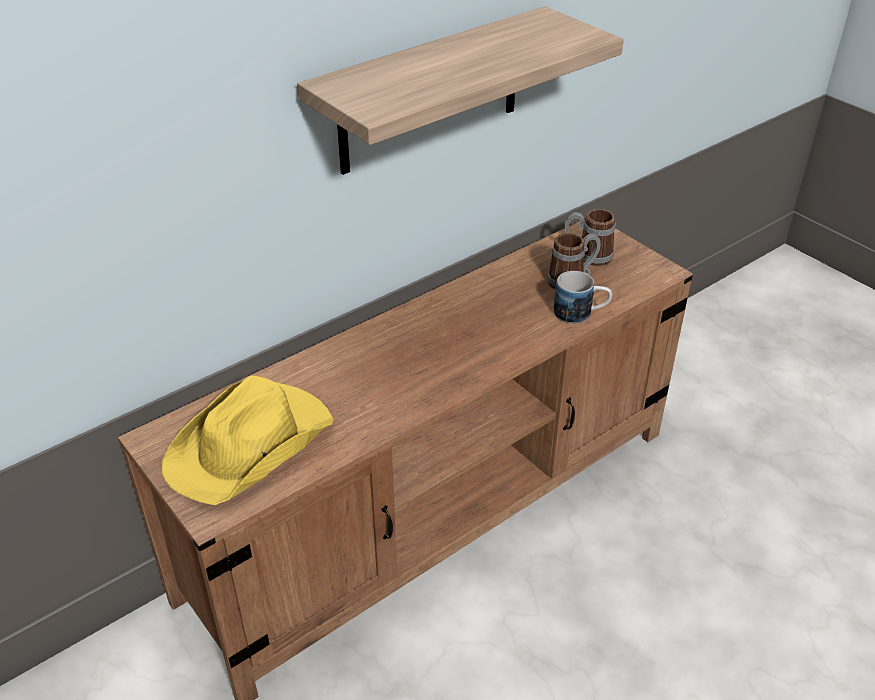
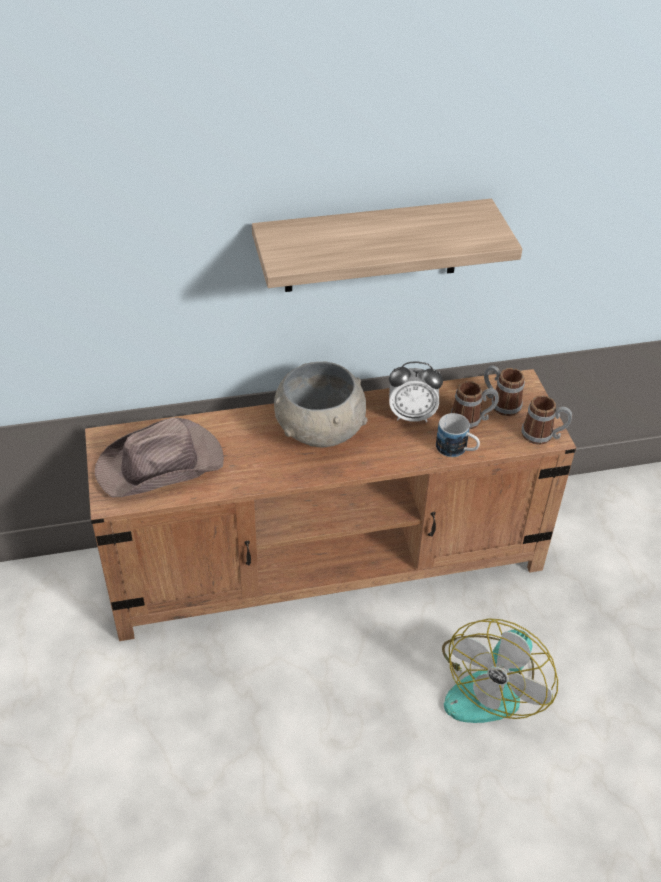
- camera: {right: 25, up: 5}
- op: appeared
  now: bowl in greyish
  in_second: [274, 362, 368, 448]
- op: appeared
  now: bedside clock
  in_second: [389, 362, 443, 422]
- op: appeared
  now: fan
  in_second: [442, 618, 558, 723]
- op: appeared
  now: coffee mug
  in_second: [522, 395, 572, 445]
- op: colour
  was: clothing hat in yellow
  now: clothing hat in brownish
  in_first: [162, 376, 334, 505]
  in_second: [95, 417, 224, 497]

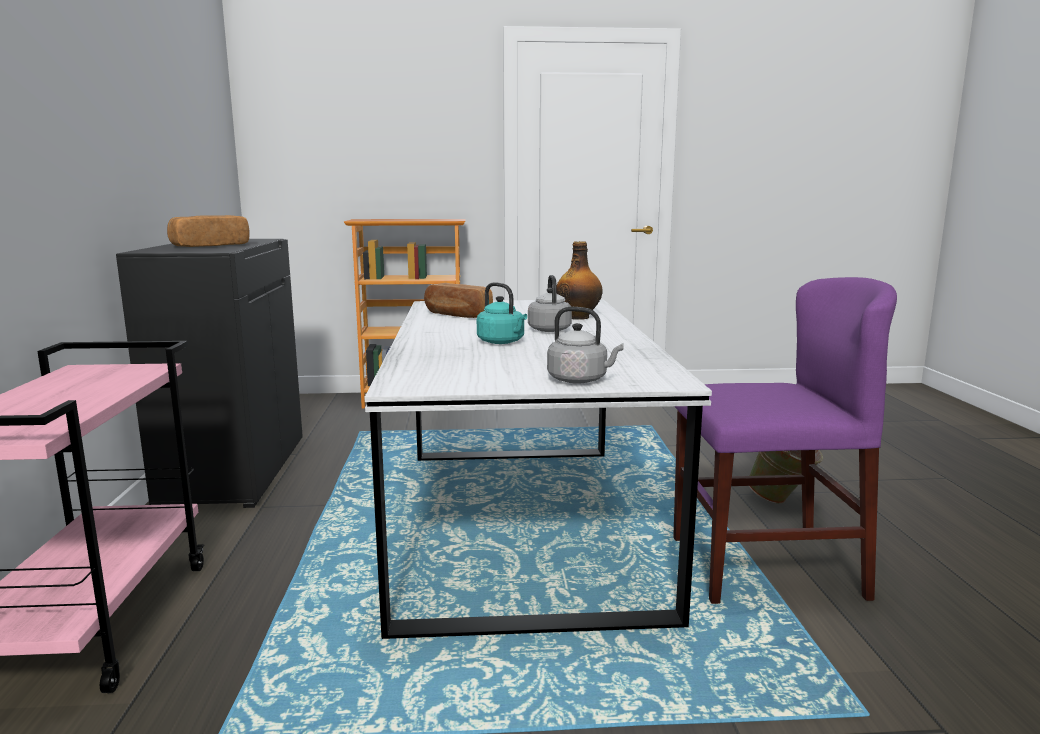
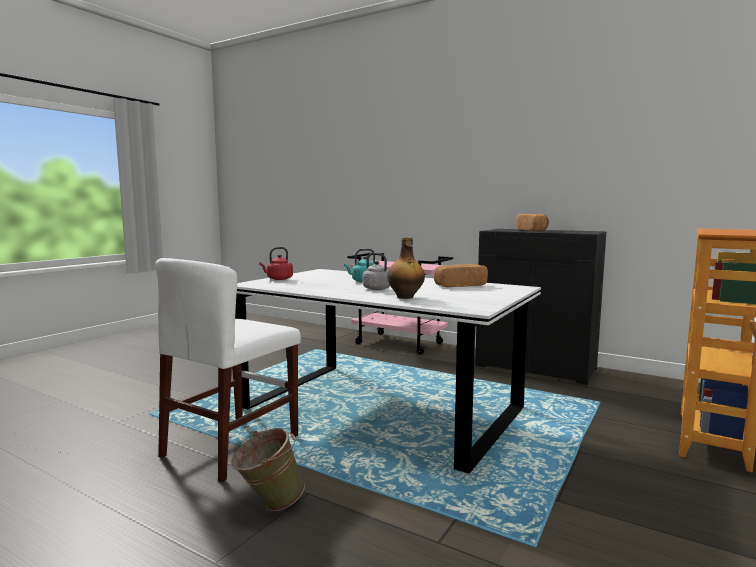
- camera: {right: 125, up: -5}
- op: colour
  was: tea kettle in greyish
  now: tea kettle in reddish
  in_first: [547, 307, 624, 384]
  in_second: [259, 247, 293, 280]
- op: colour
  was: upright chair in purple-coloured
  now: upright chair in white-coloured
  in_first: [673, 277, 897, 604]
  in_second: [155, 258, 301, 482]

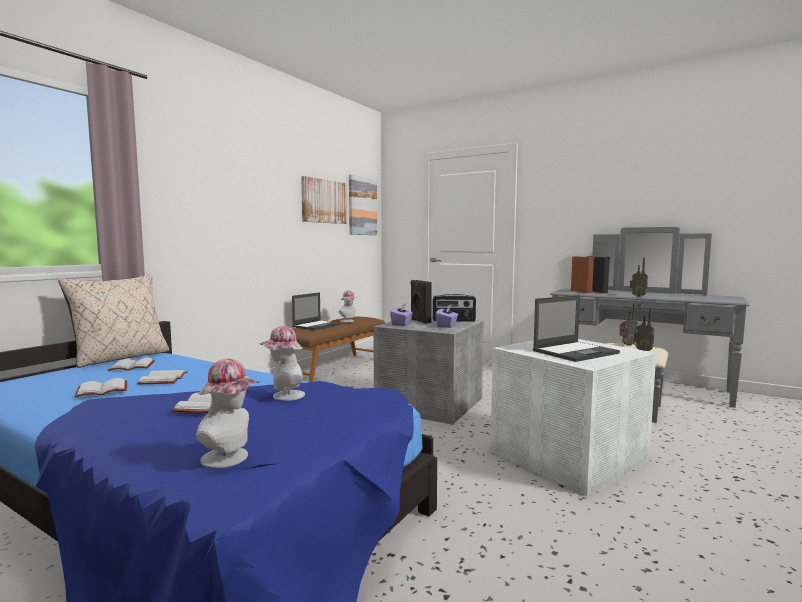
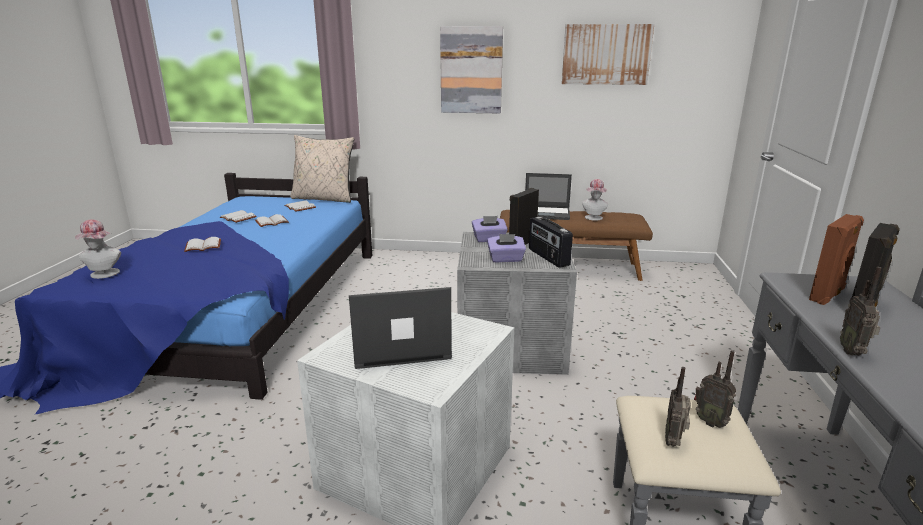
- camera: {right: 65, up: 15}
- op: missing
  was: clothing hat
  in_first: [260, 326, 305, 401]
- op: relocated
  was: wall art
  in_first: [349, 174, 377, 235]
  in_second: [440, 26, 503, 113]
- op: spun
  was: laptop
  in_first: [533, 295, 620, 362]
  in_second: [349, 287, 452, 369]
  clockwise: 135

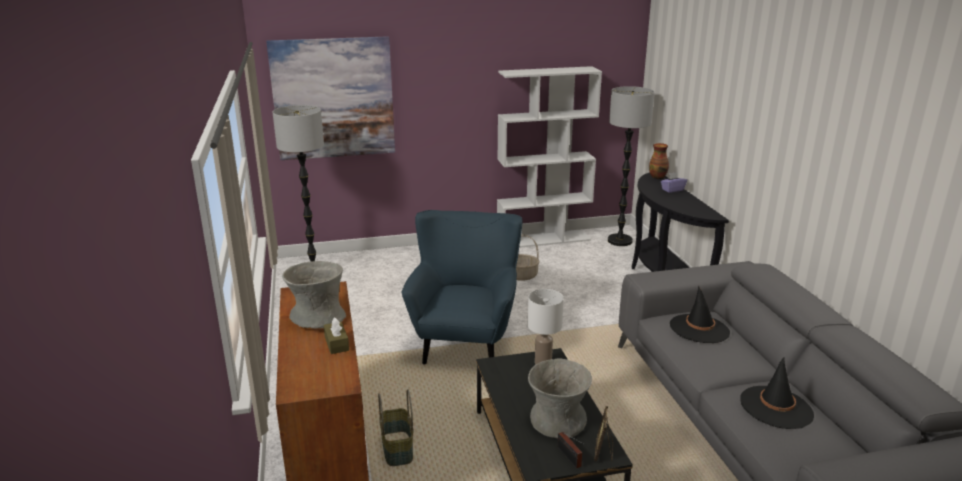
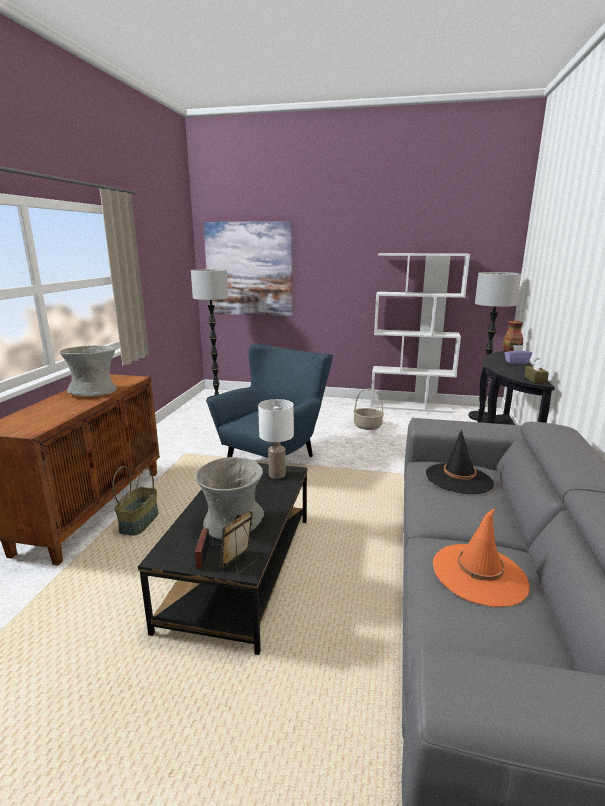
- camera: {right: 25, up: -5}
- op: relocated
  was: tissue box in brownish
  in_first: [324, 318, 349, 354]
  in_second: [524, 359, 549, 383]
- op: colour
  was: clothing hat in black-coloured
  now: clothing hat in orangey
  in_first: [740, 358, 814, 429]
  in_second: [433, 508, 530, 607]

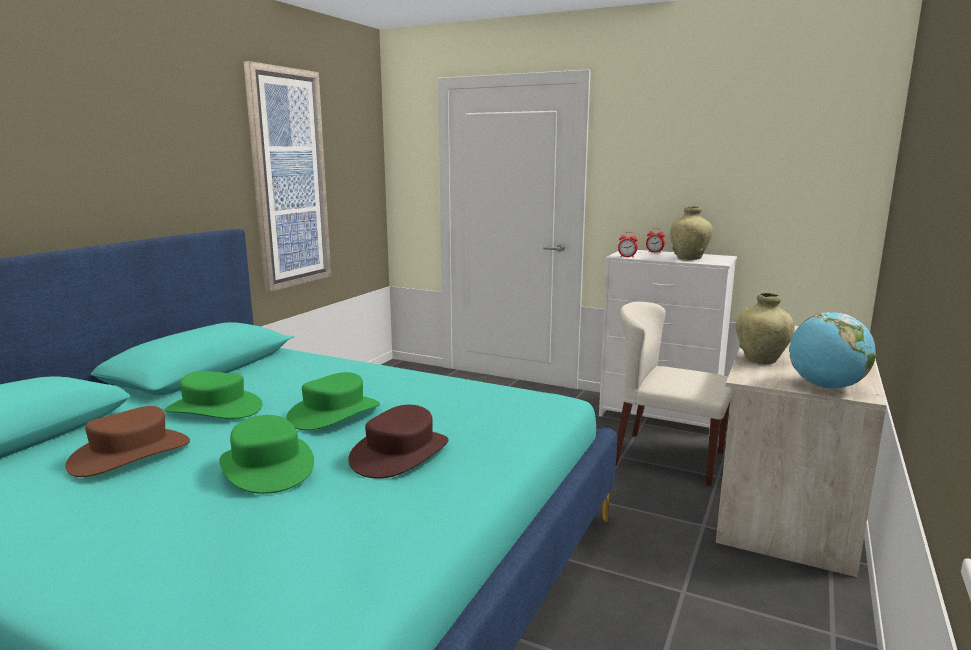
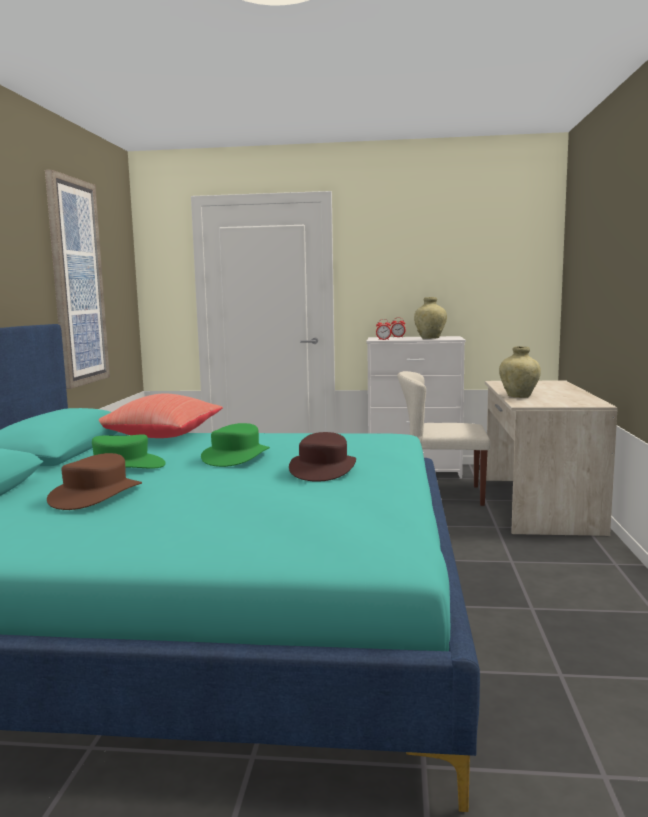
- camera: {right: -20, up: -5}
- op: missing
  was: clothing hat in greenish
  in_first: [219, 415, 314, 494]
- op: missing
  was: desk globe
  in_first: [789, 312, 876, 389]
- op: appeared
  now: pillow in reddish
  in_second: [99, 393, 223, 438]

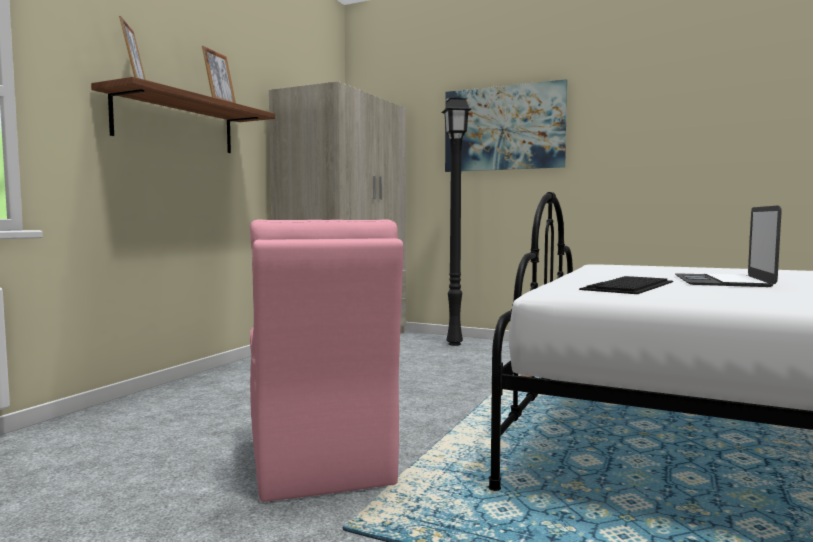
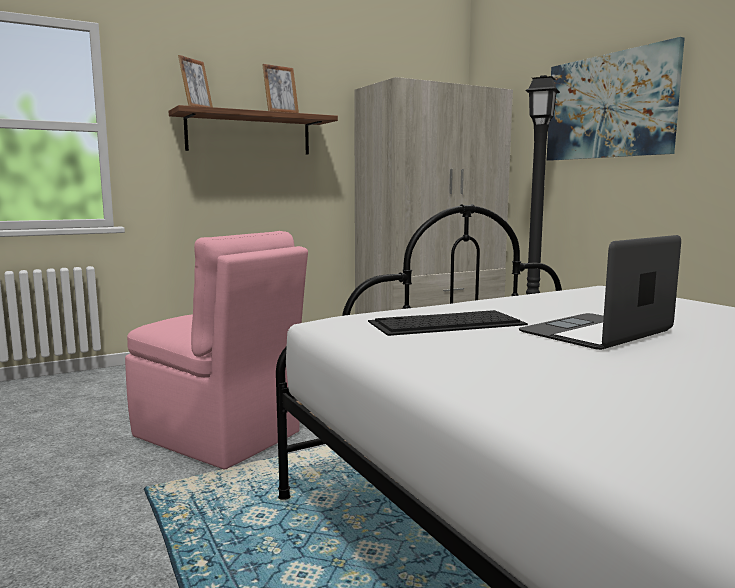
- camera: {right: 35, up: 5}
- op: spun
  was: upright chair in pink
  in_first: [250, 219, 403, 502]
  in_second: [125, 231, 308, 469]
  clockwise: -75

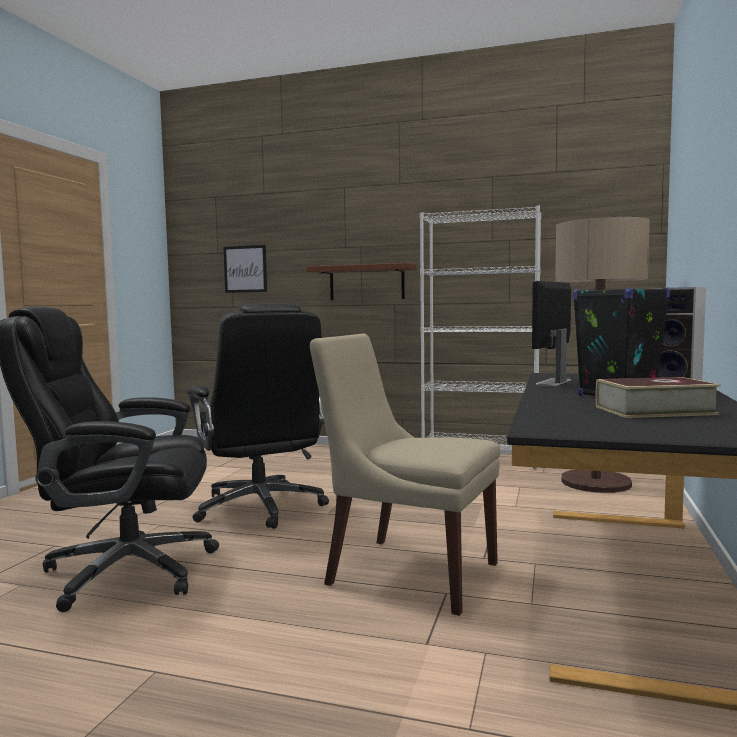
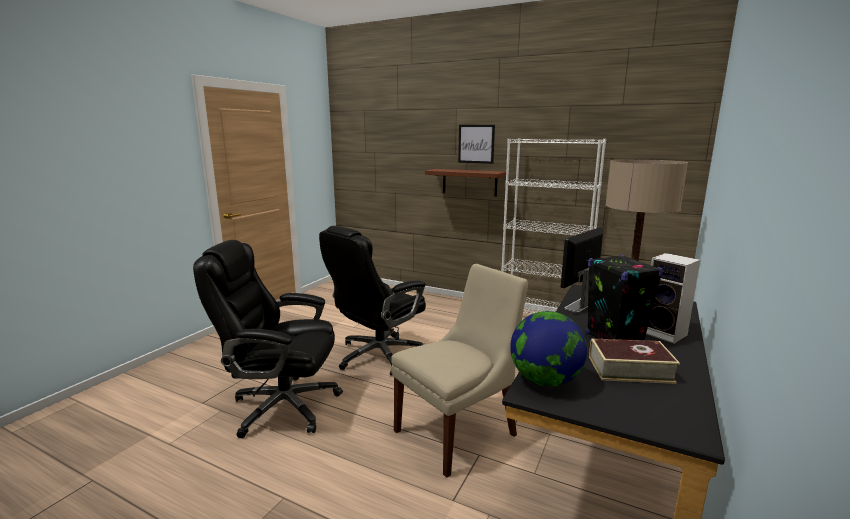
- camera: {right: 10, up: 10}
- op: appeared
  now: desk globe
  in_second: [510, 311, 587, 387]
- op: relocated
  was: wall art
  in_first: [224, 245, 267, 293]
  in_second: [458, 125, 495, 164]
- op: spun
  was: desk chair in black-coloured
  in_first: [187, 303, 329, 529]
  in_second: [319, 226, 426, 376]
  clockwise: 60
- op: spun
  was: upright chair in sand-coloured
  in_first: [310, 334, 500, 616]
  in_second: [391, 264, 528, 478]
  clockwise: 105

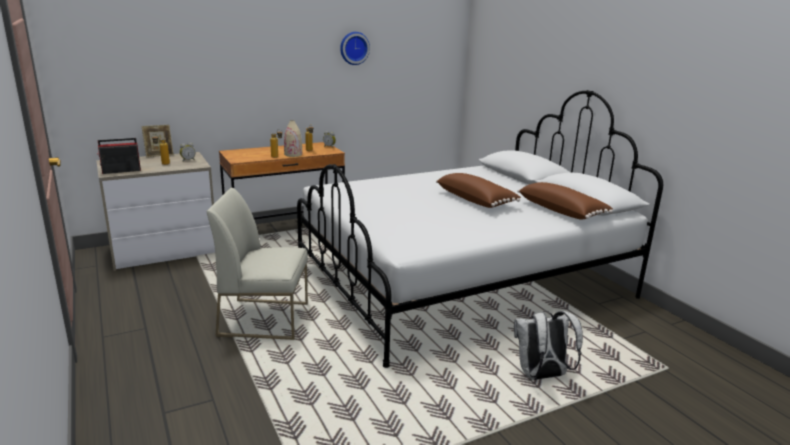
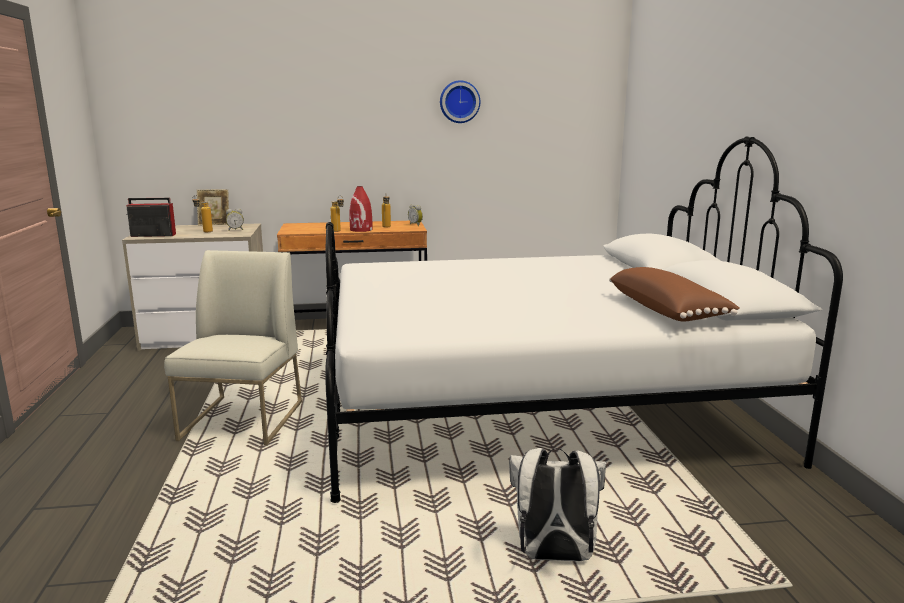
- camera: {right: 20, up: -5}
- op: missing
  was: pillow in brownish
  in_first: [436, 173, 521, 208]
- op: colour
  was: flower vase in sand-coloured
  now: flower vase in reddish
  in_first: [284, 120, 302, 157]
  in_second: [350, 186, 373, 232]
- op: spun
  was: upright chair in white-coloured
  in_first: [206, 188, 308, 340]
  in_second: [164, 250, 302, 445]
  clockwise: 75

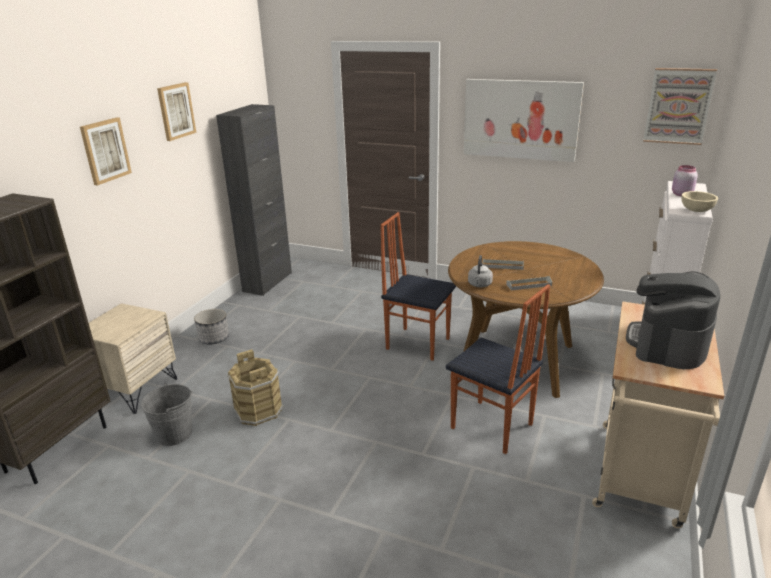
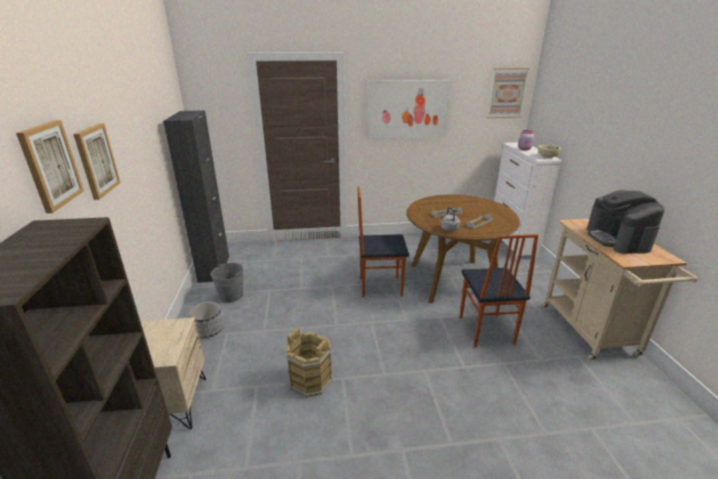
- camera: {right: -30, up: 0}
- op: relocated
  was: pail in greyish
  in_first: [141, 383, 193, 446]
  in_second: [211, 263, 244, 303]
- op: relocated
  was: wall art
  in_first: [157, 82, 197, 141]
  in_second: [16, 120, 84, 213]
- op: spun
  was: upright chair
  in_first: [446, 284, 550, 454]
  in_second: [460, 234, 539, 347]
  clockwise: 75

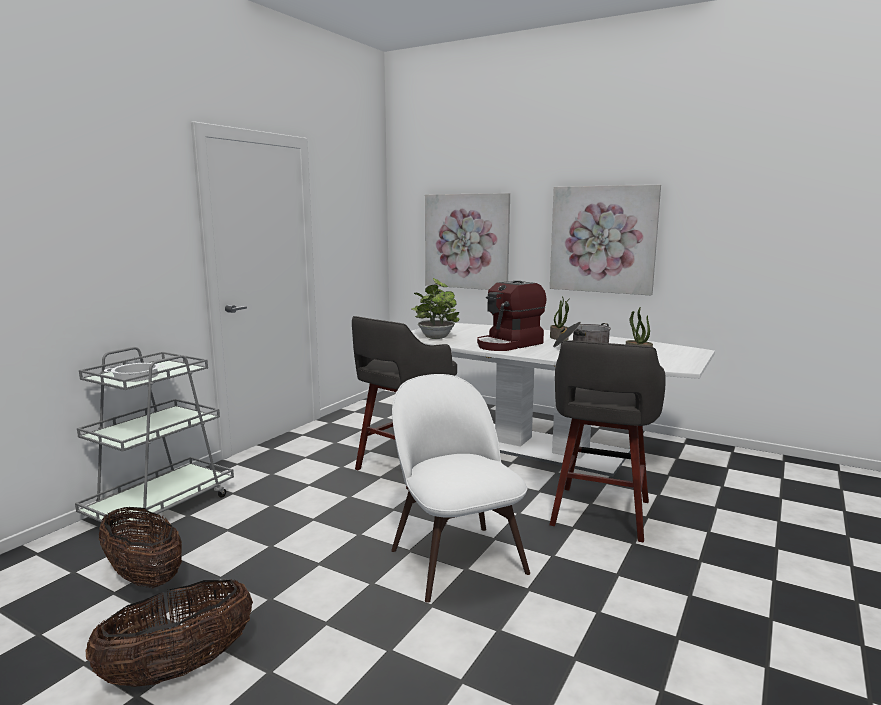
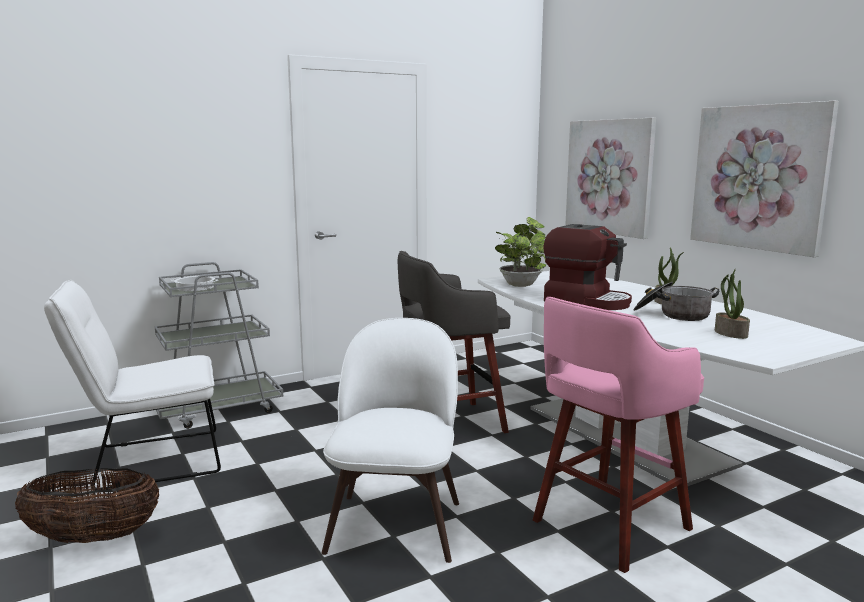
- camera: {right: 30, up: 0}
- op: exchanged
  was: household basket
  now: upright chair in white-coloured
  in_first: [99, 507, 182, 588]
  in_second: [44, 280, 221, 490]
- op: colour
  was: sitting stool in greyish
  now: sitting stool in pink
  in_first: [549, 340, 666, 543]
  in_second: [533, 297, 704, 573]
- op: spun
  was: coffee brewer
  in_first: [477, 281, 546, 351]
  in_second: [543, 224, 632, 310]
  clockwise: -135

